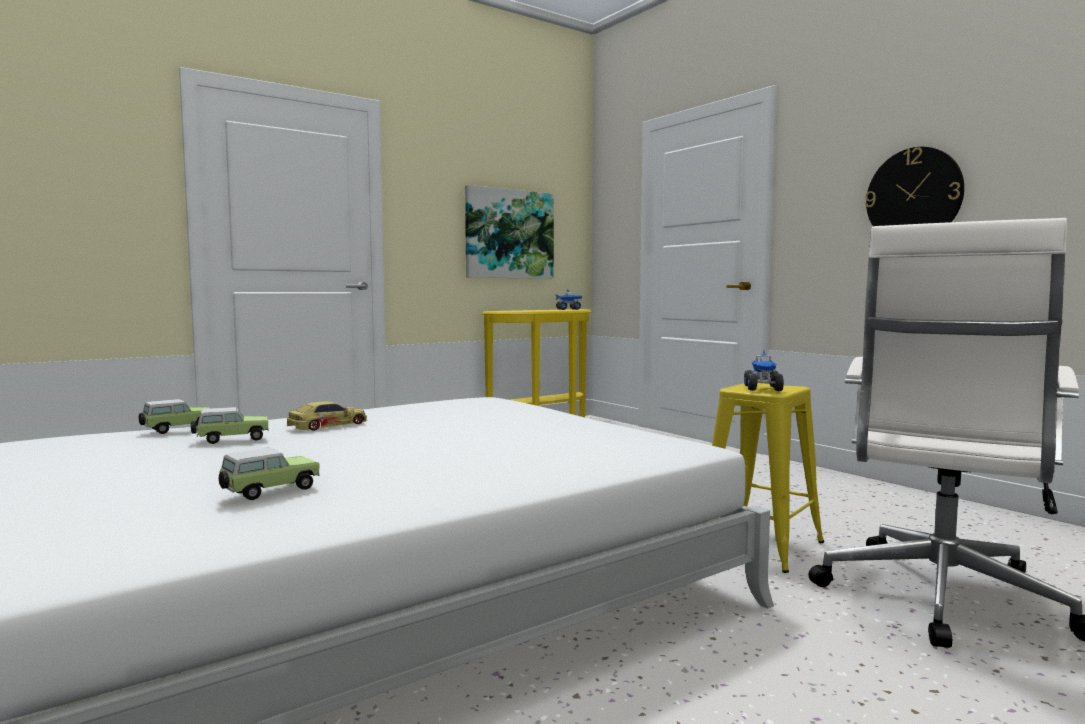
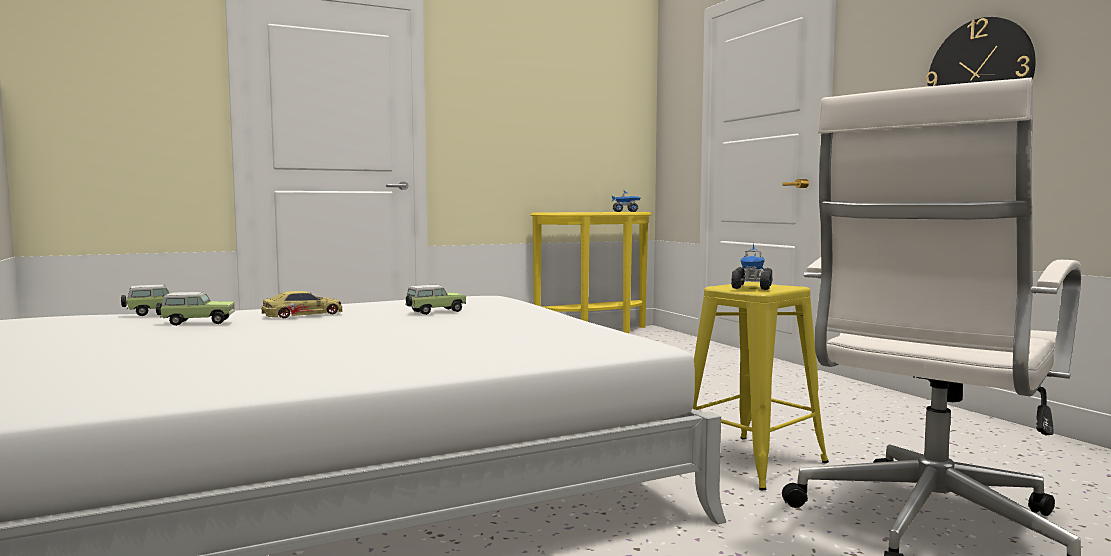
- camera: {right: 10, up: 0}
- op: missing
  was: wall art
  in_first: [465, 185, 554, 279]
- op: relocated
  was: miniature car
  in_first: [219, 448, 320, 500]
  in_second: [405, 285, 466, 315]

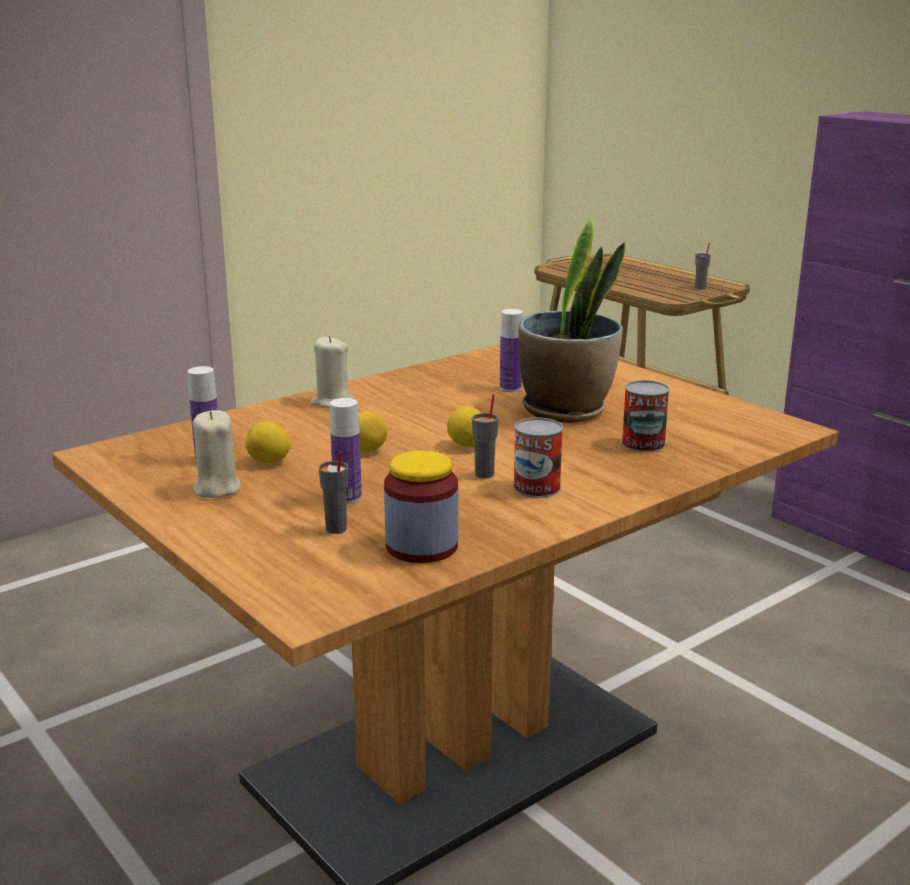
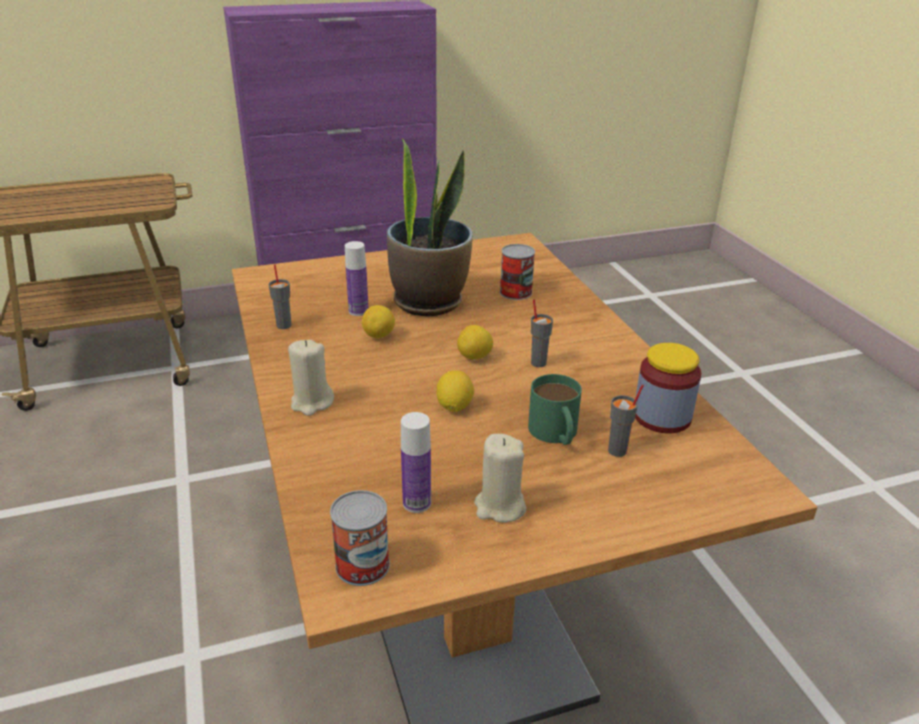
- camera: {right: -70, up: 10}
- op: relocated
  was: citrus fruit
  in_first: [245, 422, 291, 463]
  in_second: [362, 305, 395, 338]
- op: relocated
  was: can
  in_first: [513, 418, 563, 498]
  in_second: [330, 490, 390, 586]
- op: relocated
  was: small cup in greyish
  in_first: [695, 243, 711, 290]
  in_second: [268, 264, 291, 329]
- op: exchanged
  was: bottle
  now: coffee mug in greenish
  in_first: [330, 398, 362, 504]
  in_second: [528, 374, 582, 445]

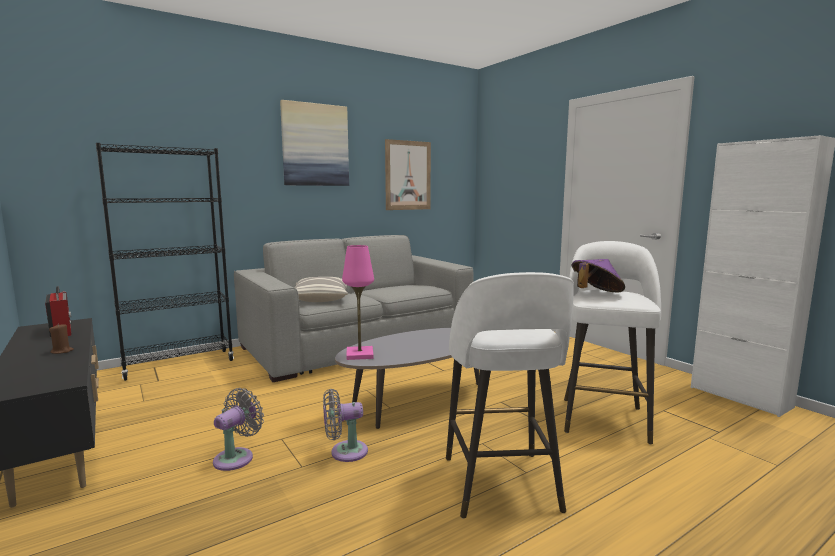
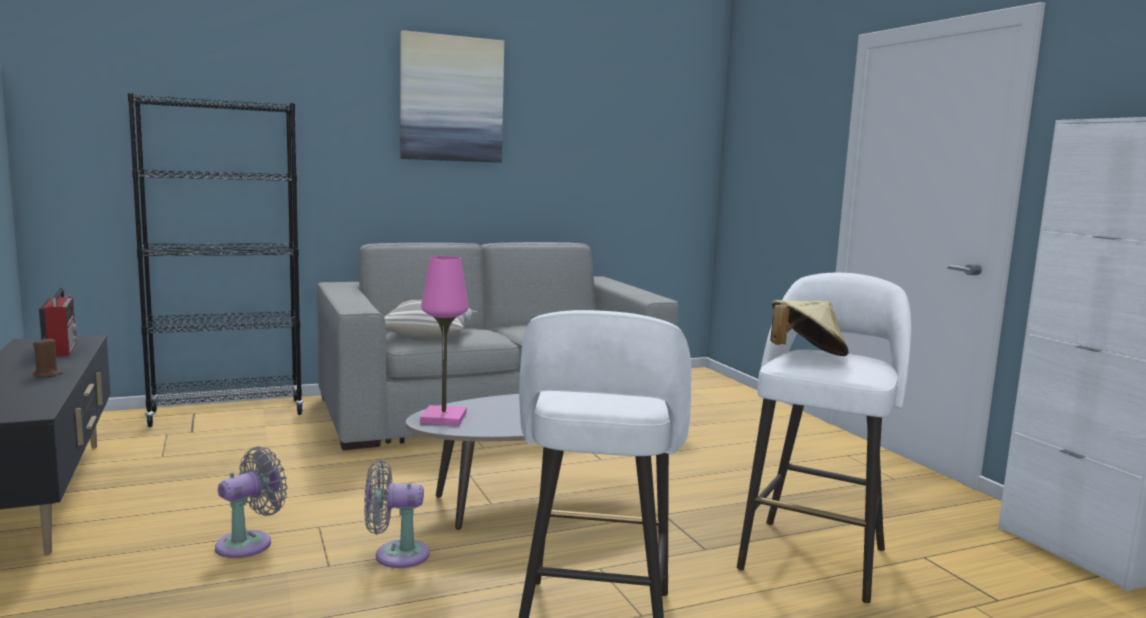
- camera: {right: 10, up: 0}
- op: missing
  was: wall art
  in_first: [385, 139, 431, 210]
- op: colour
  was: clothing hat in purple-coloured
  now: clothing hat in sand-coloured
  in_first: [572, 259, 625, 292]
  in_second: [770, 300, 849, 356]

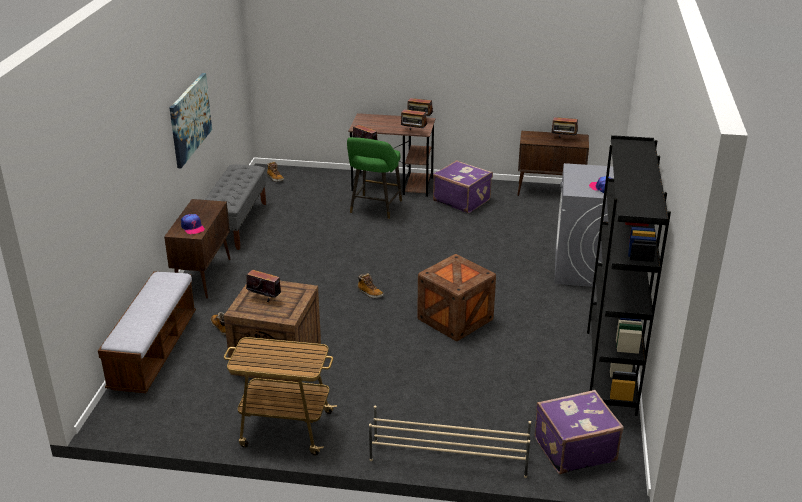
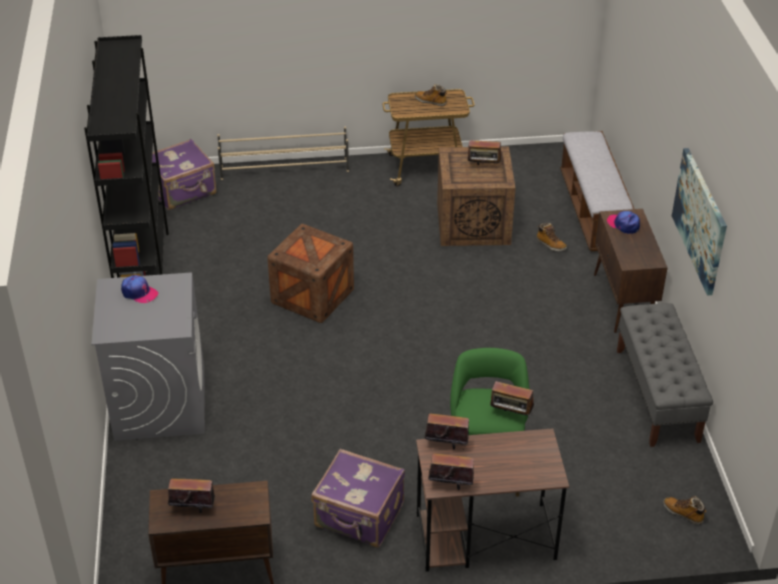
- camera: {right: 165, up: 10}
- op: relocated
  was: high-top boot
  in_first: [357, 273, 384, 298]
  in_second: [415, 84, 447, 106]

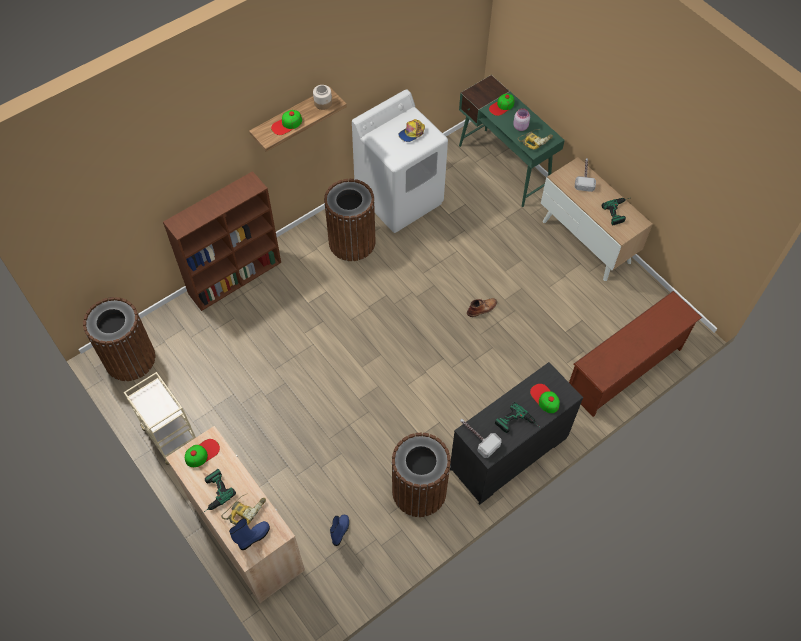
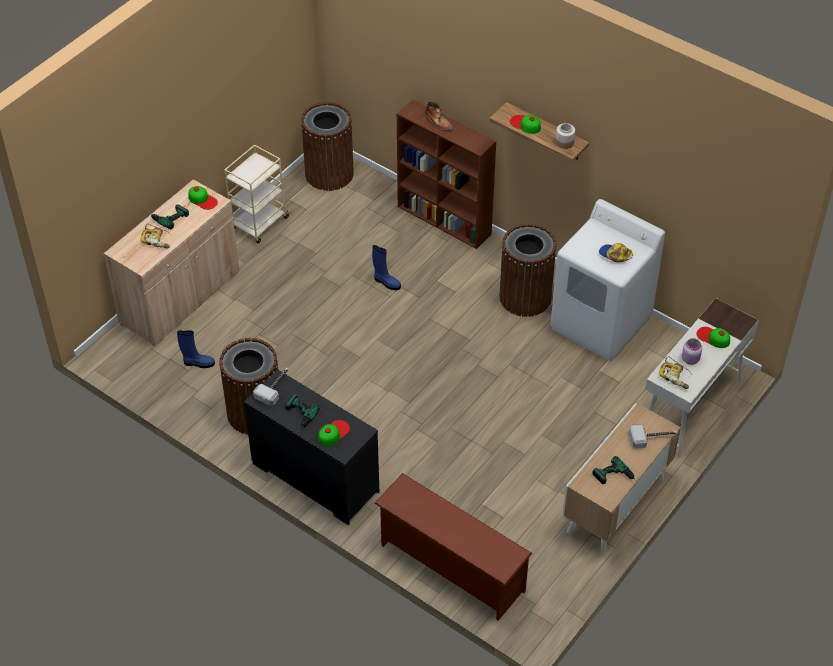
- camera: {right: 75, up: -10}
- op: relocated
  was: high-top boot in blue
  in_first: [229, 518, 270, 550]
  in_second: [372, 245, 401, 290]
- op: relocated
  was: high-top boot in brownish
  in_first: [467, 298, 497, 317]
  in_second: [425, 101, 454, 131]
- op: colour
  was: desk in greenish
  now: desk in white-coloured
  in_first: [459, 75, 565, 207]
  in_second: [645, 298, 759, 458]

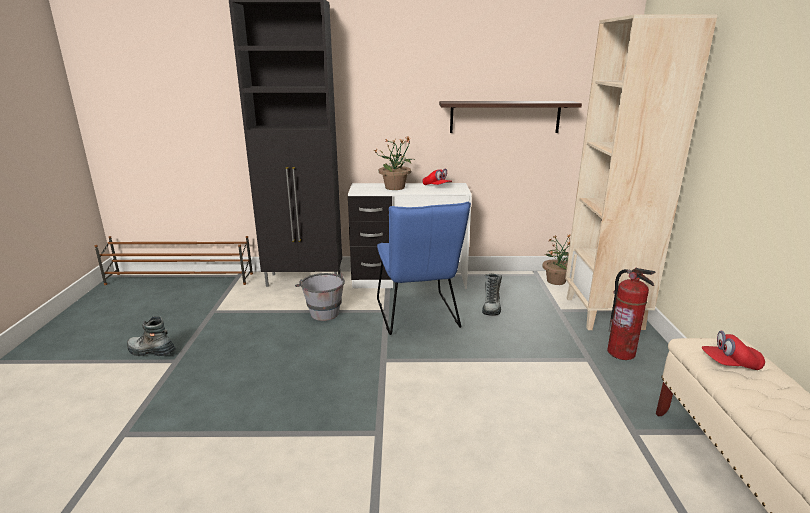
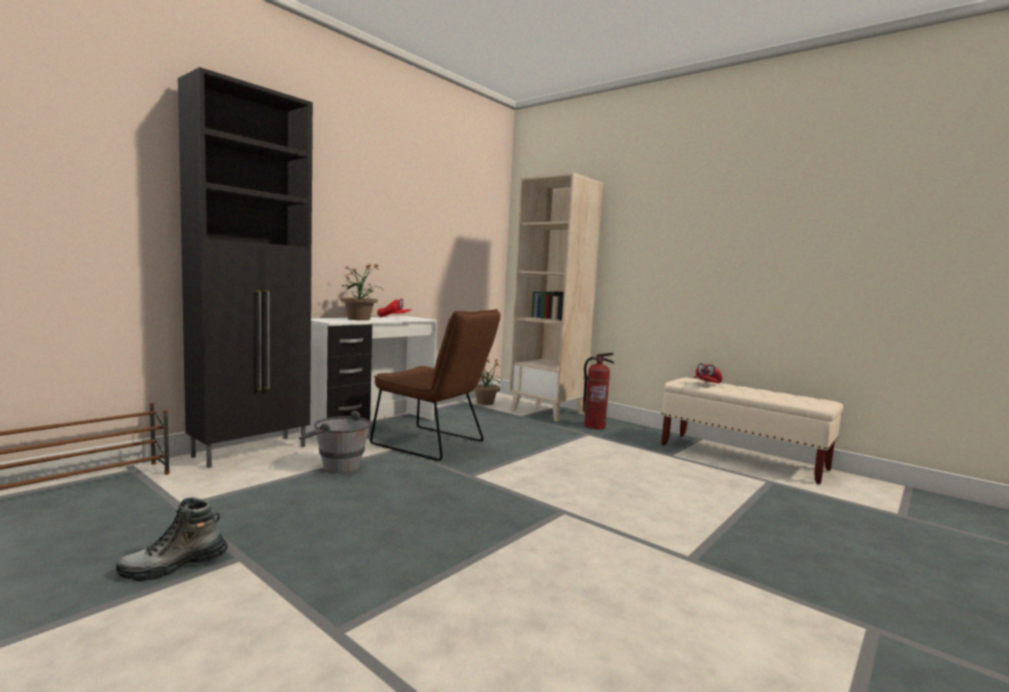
- camera: {right: -50, up: -15}
- op: missing
  was: shelf
  in_first: [439, 101, 582, 133]
- op: missing
  was: high-top boot
  in_first: [482, 274, 502, 316]
- op: colour
  was: upright chair in blue
  now: upright chair in brownish
  in_first: [377, 202, 471, 335]
  in_second: [370, 309, 500, 461]

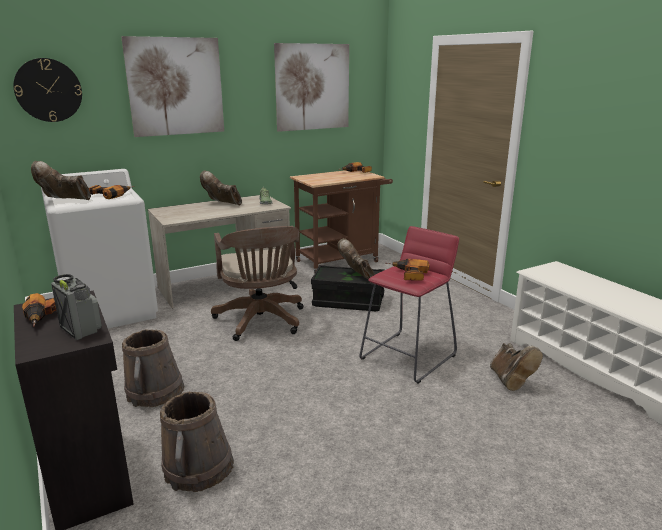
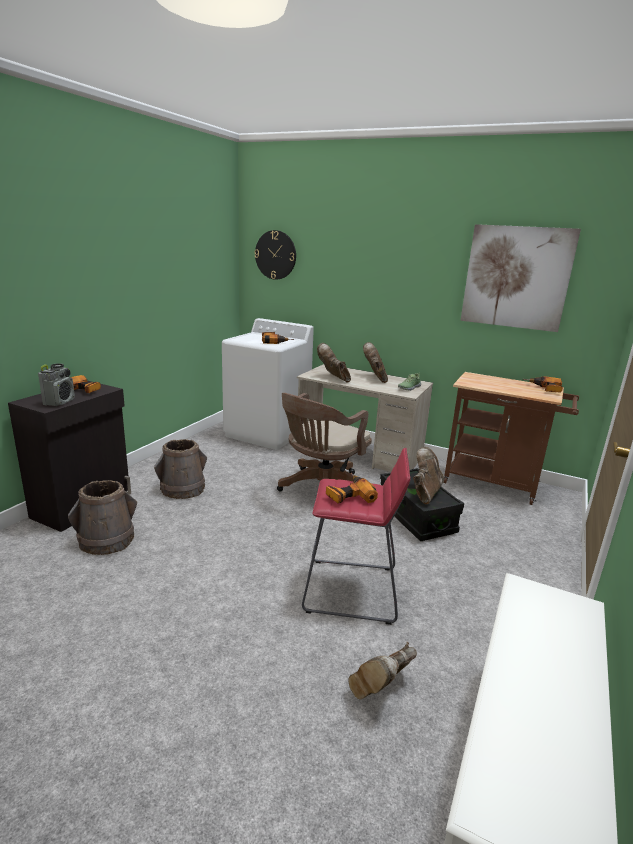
- camera: {right: 55, up: 0}
- op: missing
  was: wall art
  in_first: [121, 36, 224, 137]
- op: relocated
  was: high-top boot in brownish
  in_first: [31, 161, 91, 200]
  in_second: [317, 343, 351, 383]

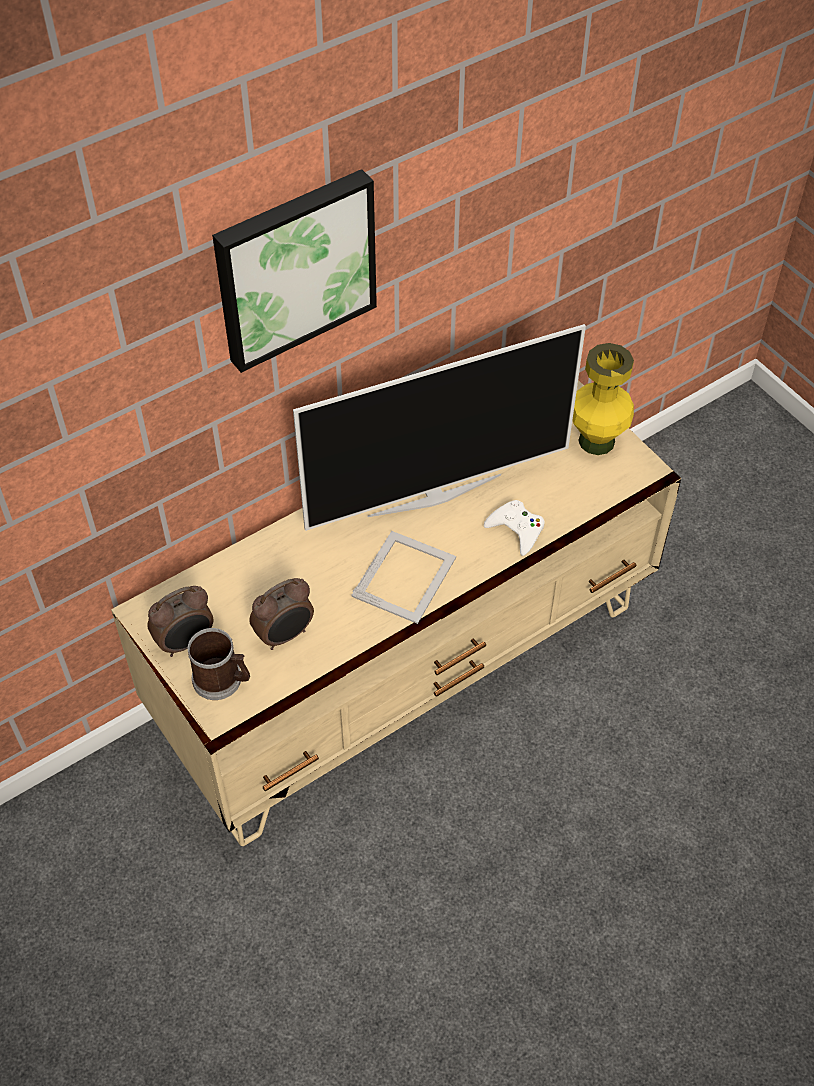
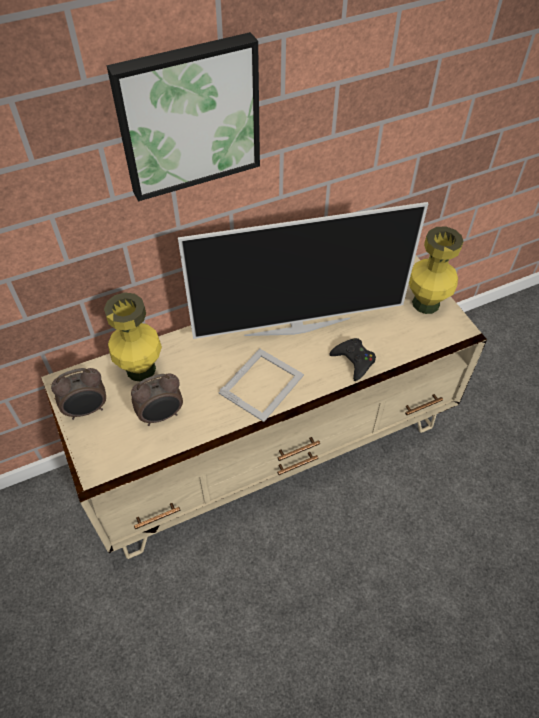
- camera: {right: 10, up: 0}
- op: missing
  was: coffee mug
  in_first: [188, 628, 250, 700]
- op: appeared
  now: flower vase in yellow
  in_second: [104, 292, 162, 382]
- op: colour
  was: gamepad in white-coloured
  now: gamepad in black-coloured
  in_first: [484, 500, 545, 556]
  in_second: [329, 338, 376, 381]

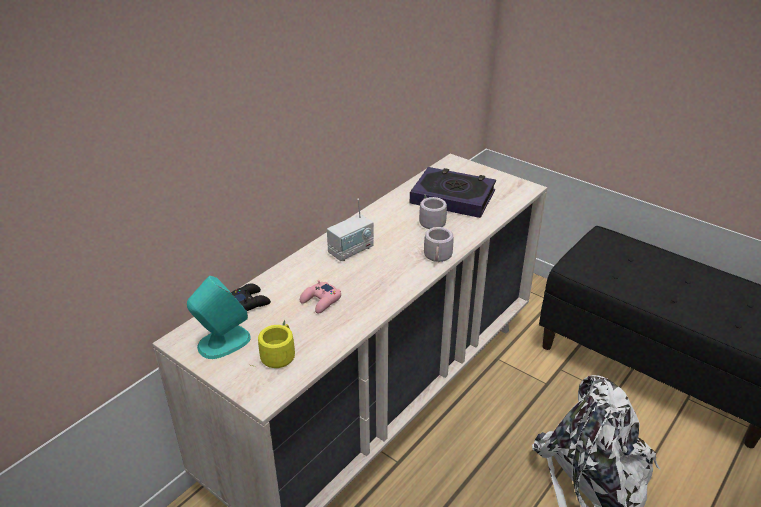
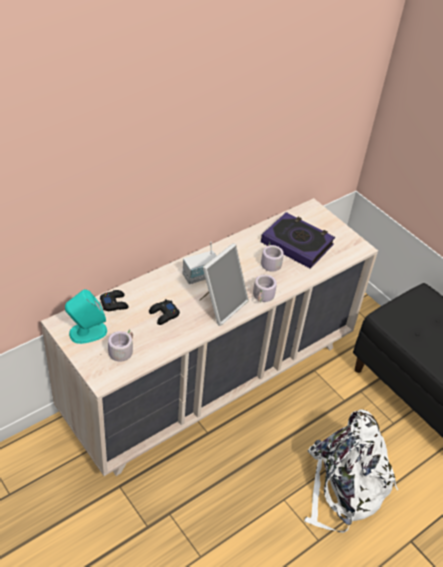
- camera: {right: 10, up: 10}
- op: appeared
  now: photo frame
  in_second: [199, 243, 249, 326]
- op: colour
  was: coffee mug in yellow
  now: coffee mug in greyish
  in_first: [251, 320, 295, 368]
  in_second: [108, 329, 133, 361]
- op: colour
  was: gamepad in pink
  now: gamepad in black-coloured
  in_first: [300, 280, 341, 314]
  in_second: [149, 299, 180, 325]

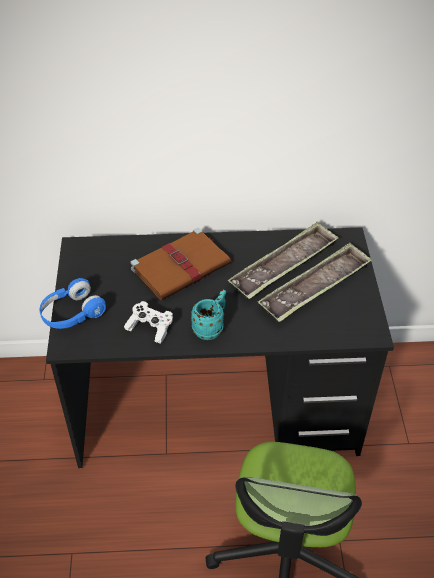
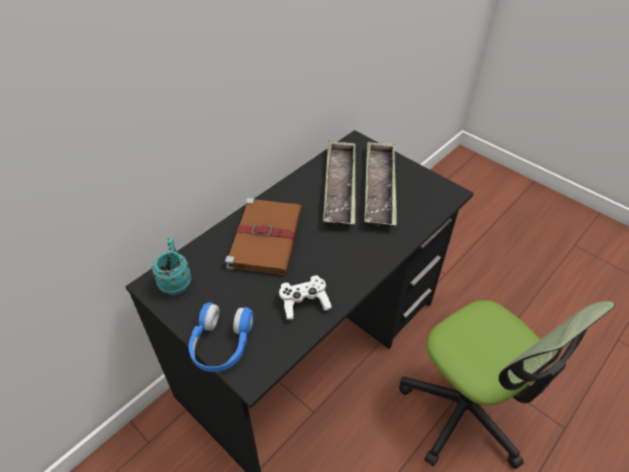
- camera: {right: -45, up: 0}
- op: relocated
  was: coffee mug in turquoise-coloured
  in_first: [191, 290, 226, 340]
  in_second: [152, 237, 191, 295]

